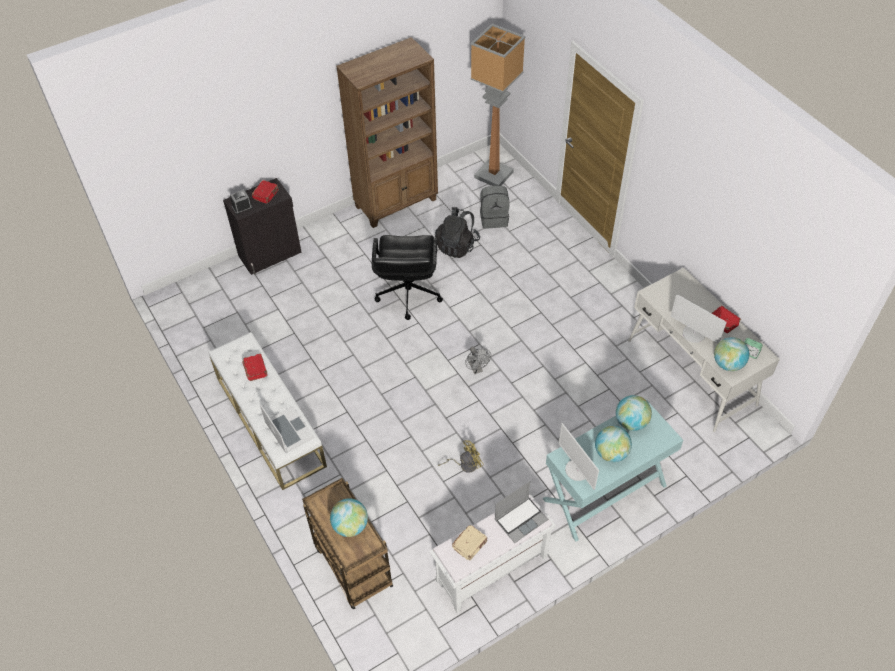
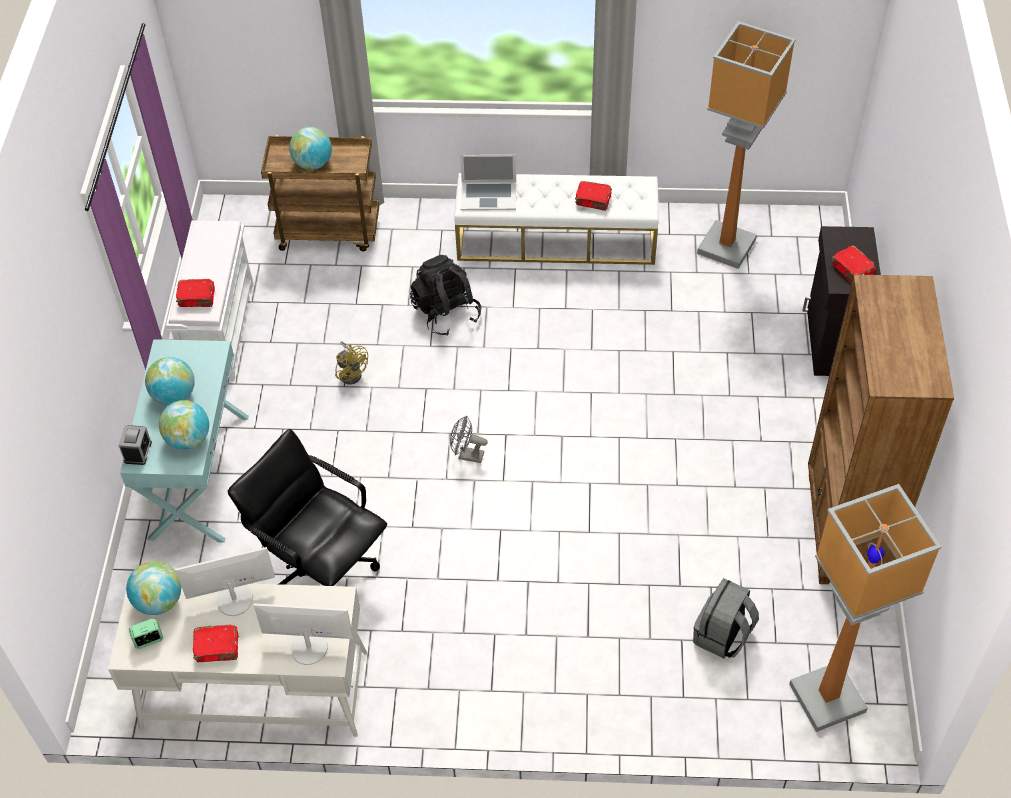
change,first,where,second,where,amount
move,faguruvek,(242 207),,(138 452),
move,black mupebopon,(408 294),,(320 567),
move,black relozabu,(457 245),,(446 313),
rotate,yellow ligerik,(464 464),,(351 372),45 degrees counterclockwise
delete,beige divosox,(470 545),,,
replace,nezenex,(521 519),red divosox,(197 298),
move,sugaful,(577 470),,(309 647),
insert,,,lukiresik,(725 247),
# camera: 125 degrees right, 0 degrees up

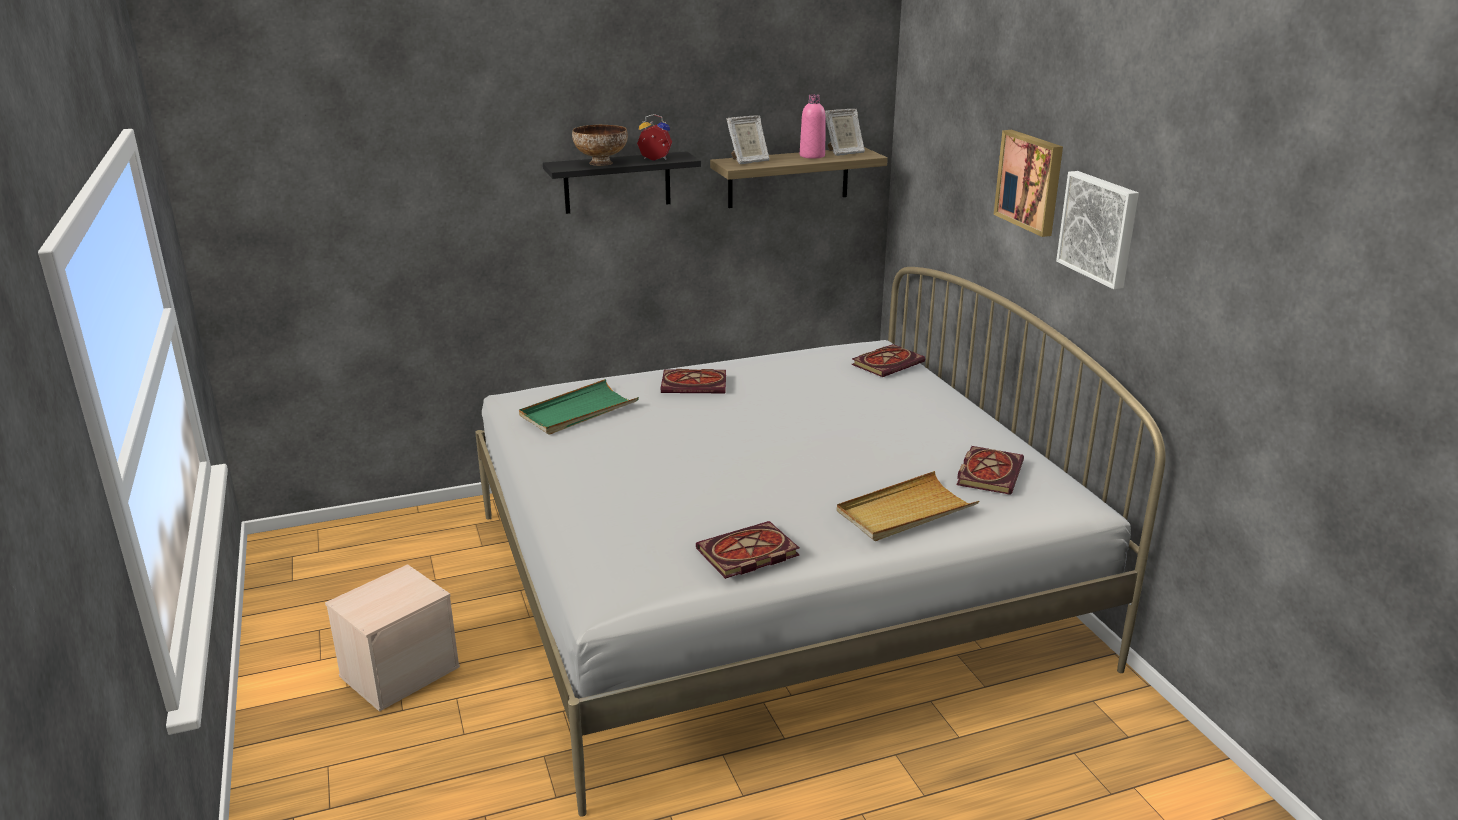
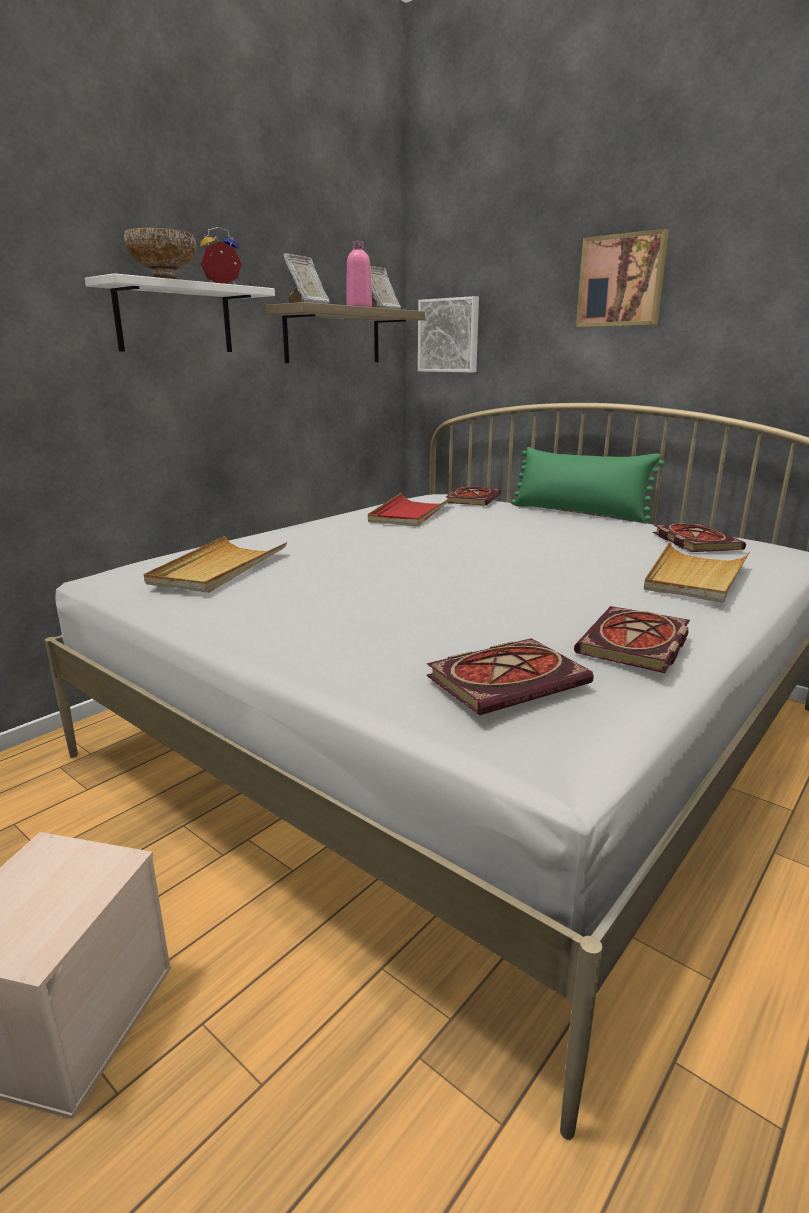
change,first,where,second,where,amount
recolor,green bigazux,(578 411),beige bigazux,(218 569),
recolor,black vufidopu,(617 182),white vufidopu,(175 318),
move,divosox,(696 384),,(509 679),
move,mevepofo,(1100 228),,(449 335),
insert,,,red bigazux,(410 514),
insert,,,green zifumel,(579 512),
# camera: 30 degrees left, 5 degrees down

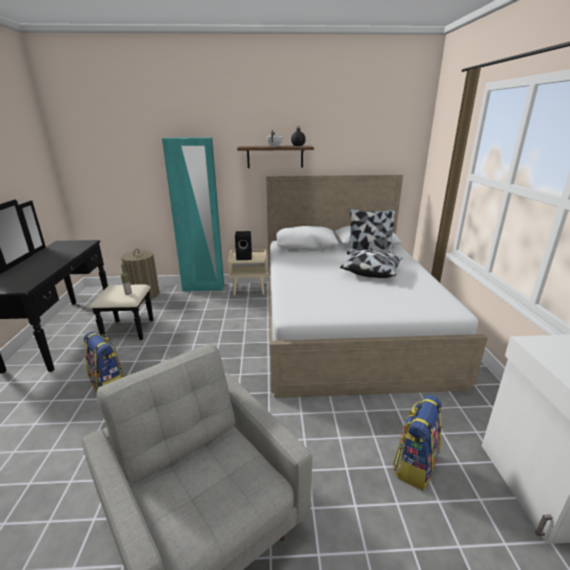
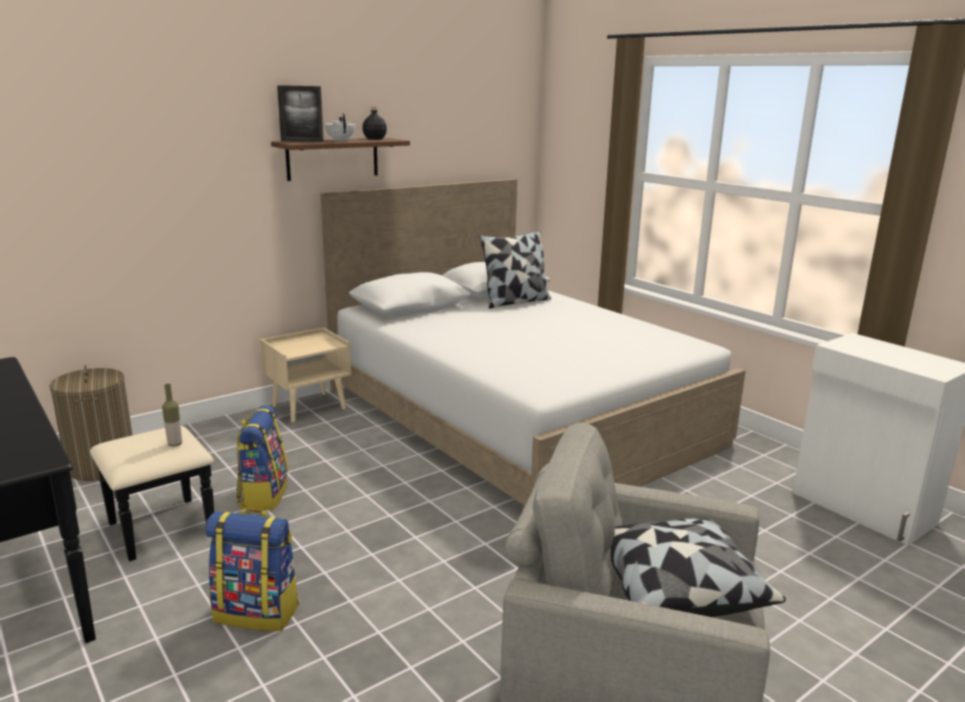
change,first,where,second,where,amount
delete,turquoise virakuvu,(203 287),,,
delete,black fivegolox,(245 257),,,
move,zifumel,(371 271),,(675 587),
move,relozabu,(414 465),,(263 495),
insert,,,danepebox,(302 141),
# camera: 35 degrees left, 5 degrees down

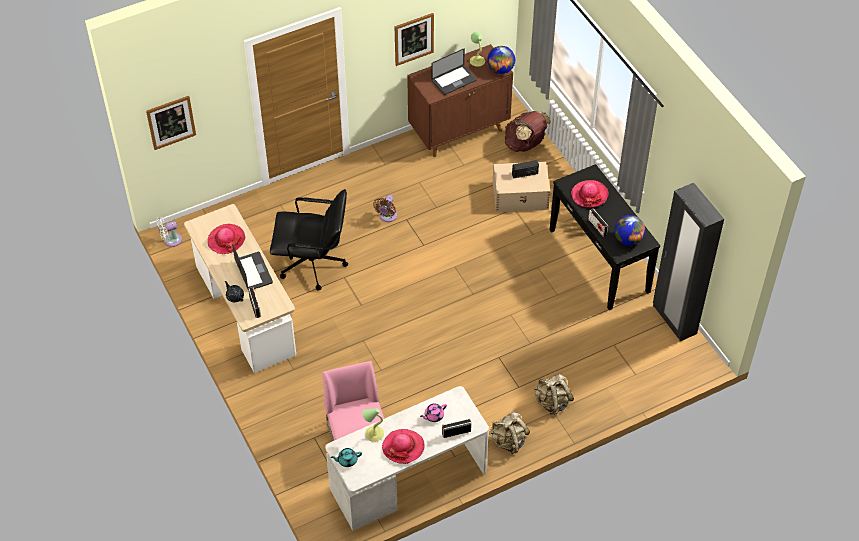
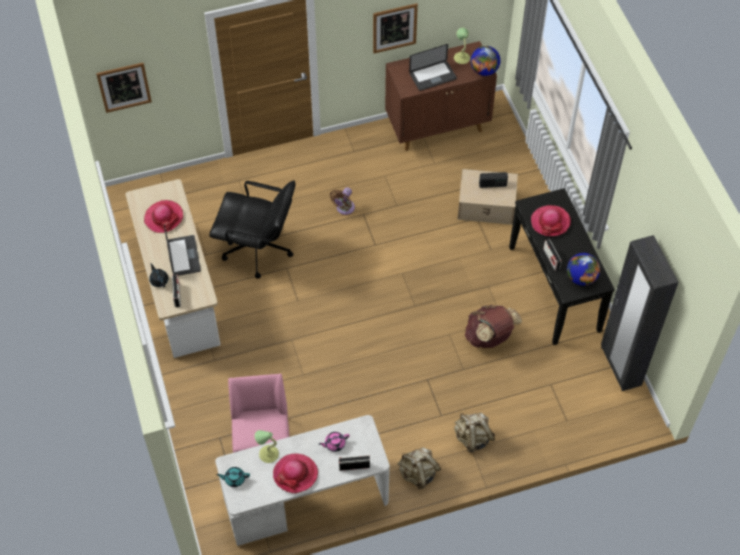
change,first,where,second,where,amount
delete,white ligerik,(170 240),,,
move,brown relozabu,(525 145),,(489 337),
# camera: 10 degrees right, 5 degrees up

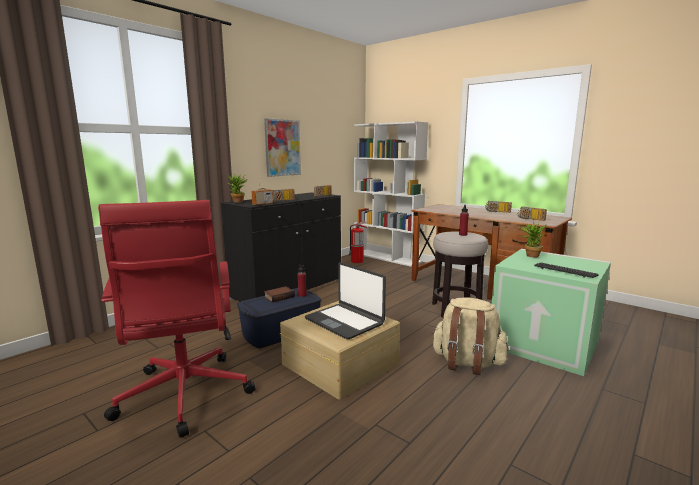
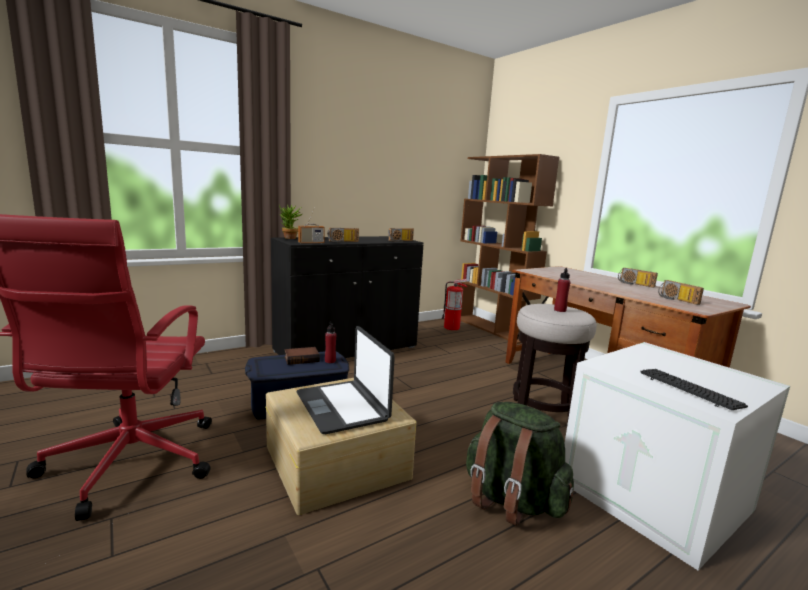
change,first,where,second,where,amount
delete,mevepofo,(282 148),,,
recolor,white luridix,(387 257),brown luridix,(492 328),
recolor,beige relozabu,(467 363),green relozabu,(511 500),
recolor,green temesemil,(545 343),white temesemil,(657 495),
delete,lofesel,(529 255),,,
# camera: 15 degrees right, 0 degrees up

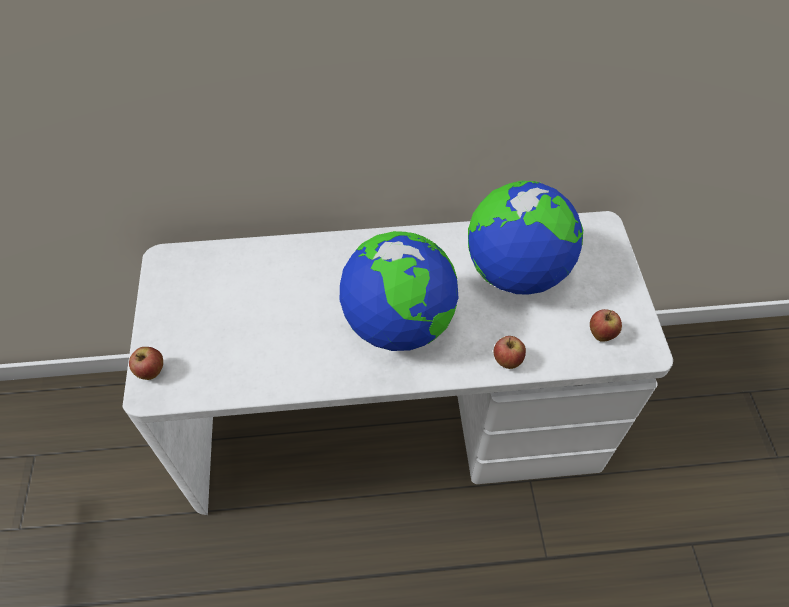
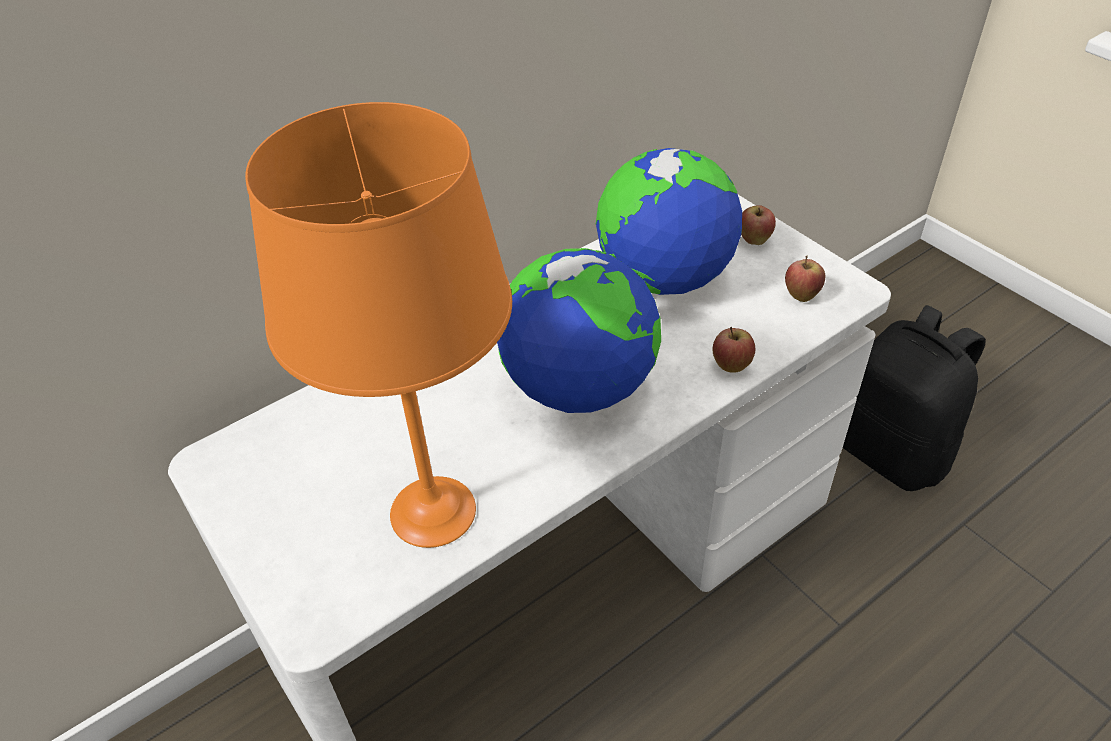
change,first,where,second,where,amount
move,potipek,(151 372),,(754 241),
insert,,,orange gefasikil,(431 512),
insert,,,black relozabu,(892 452),
# camera: 30 degrees left, 10 degrees down

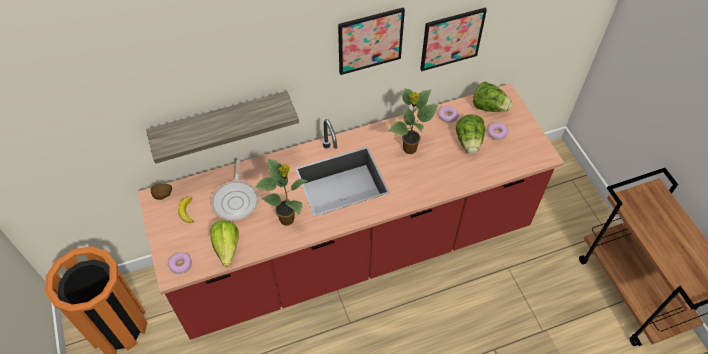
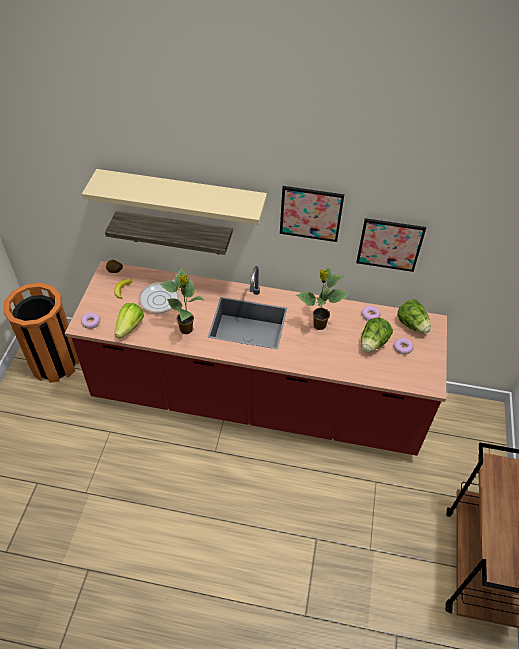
change,first,where,second,where,amount
insert,,,beige vufidopu,(181 196),
# camera: 30 degrees right, 5 degrees down

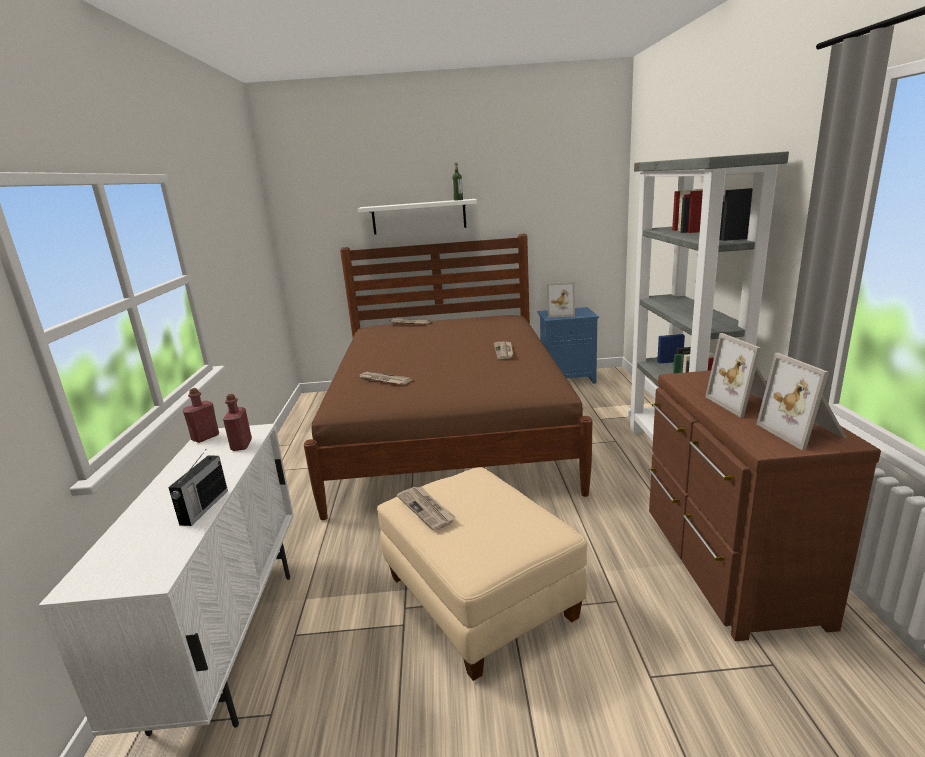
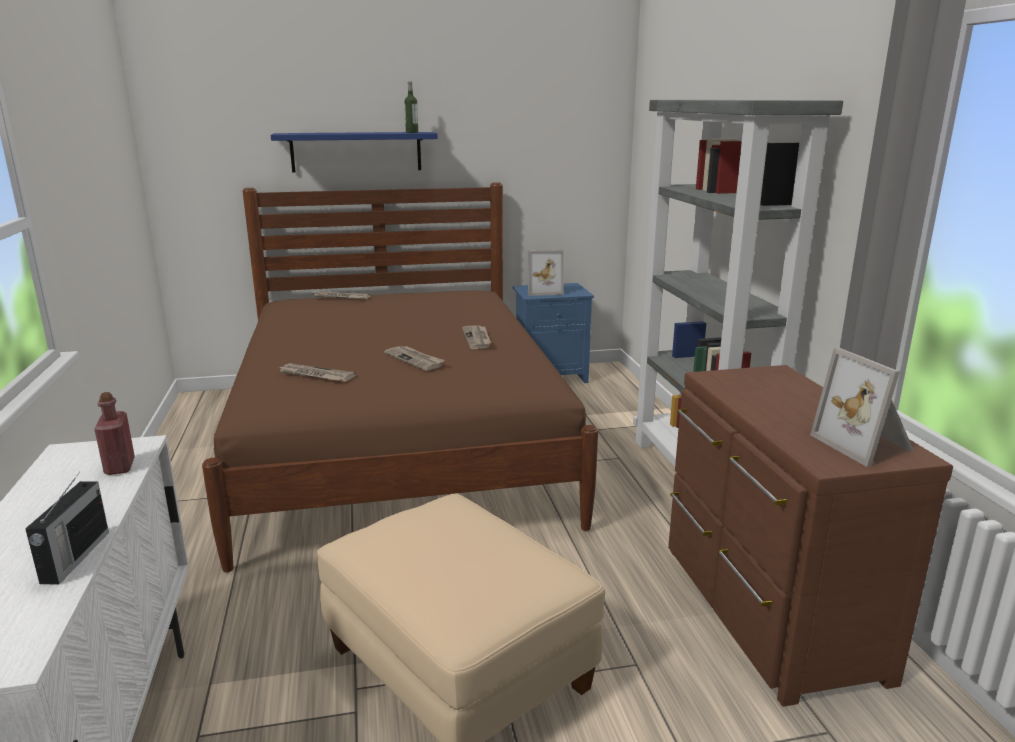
change,first,where,second,where,amount
delete,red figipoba,(205 437),,,
recolor,white vufidopu,(419 217),blue vufidopu,(356 152),
move,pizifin,(427 509),,(415 360),
delete,danepebox,(745 403),,,
# camera: 10 degrees left, 0 degrees up

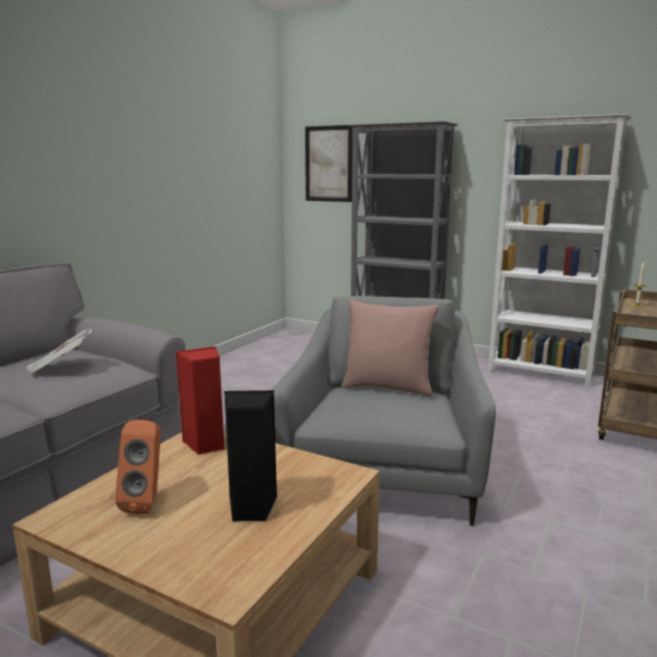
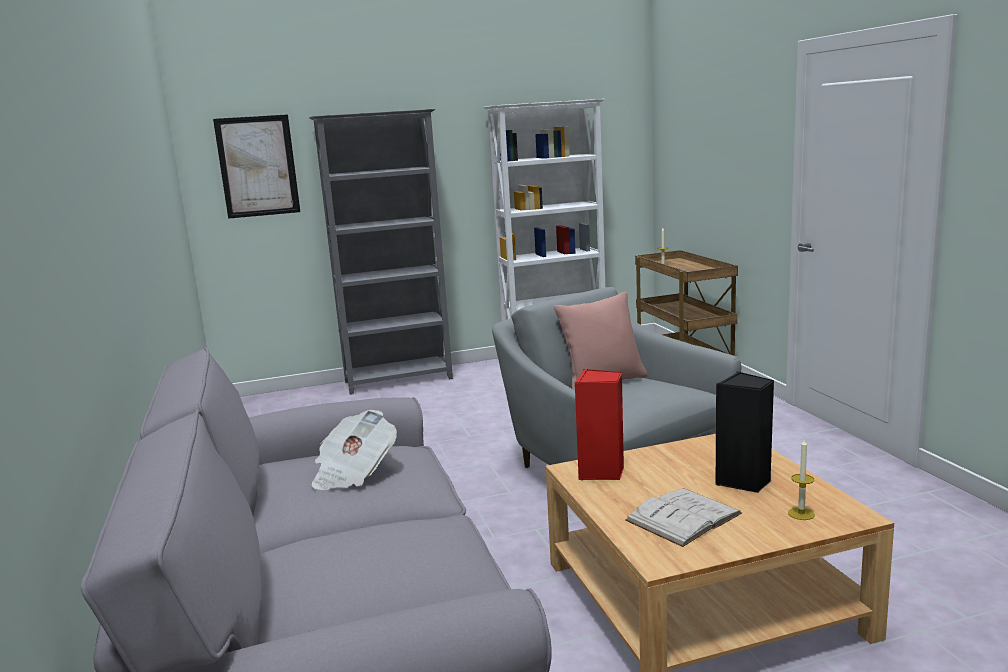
change,first,where,second,where,amount
replace,orange fivegolox,(147 502),white divosox,(683 517),
insert,,,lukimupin,(801 514),
# camera: 45 degrees left, 0 degrees up

